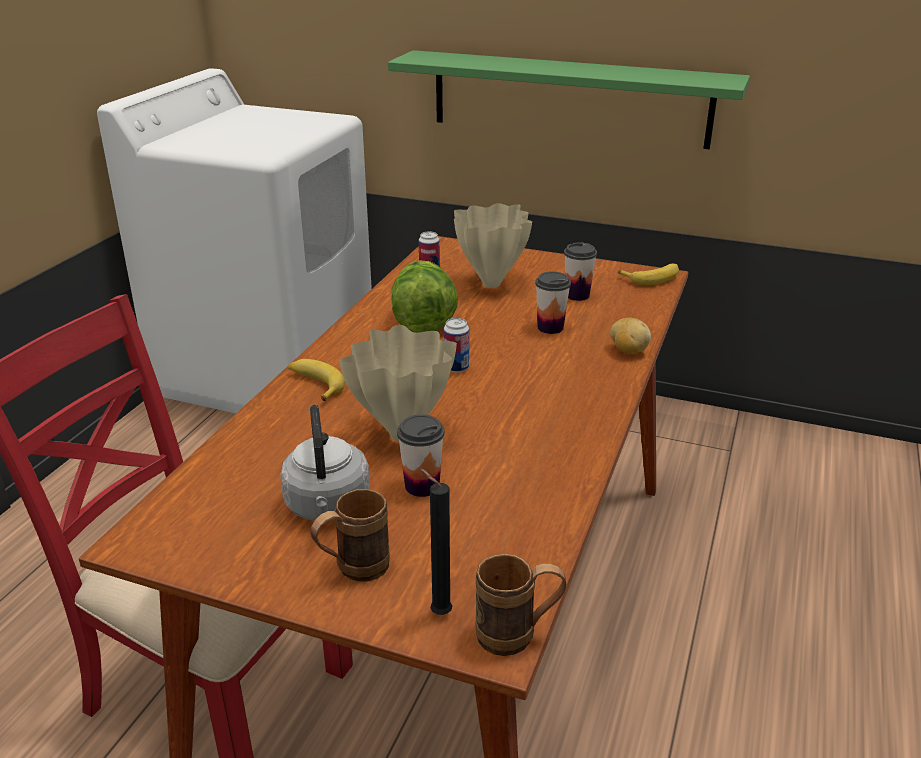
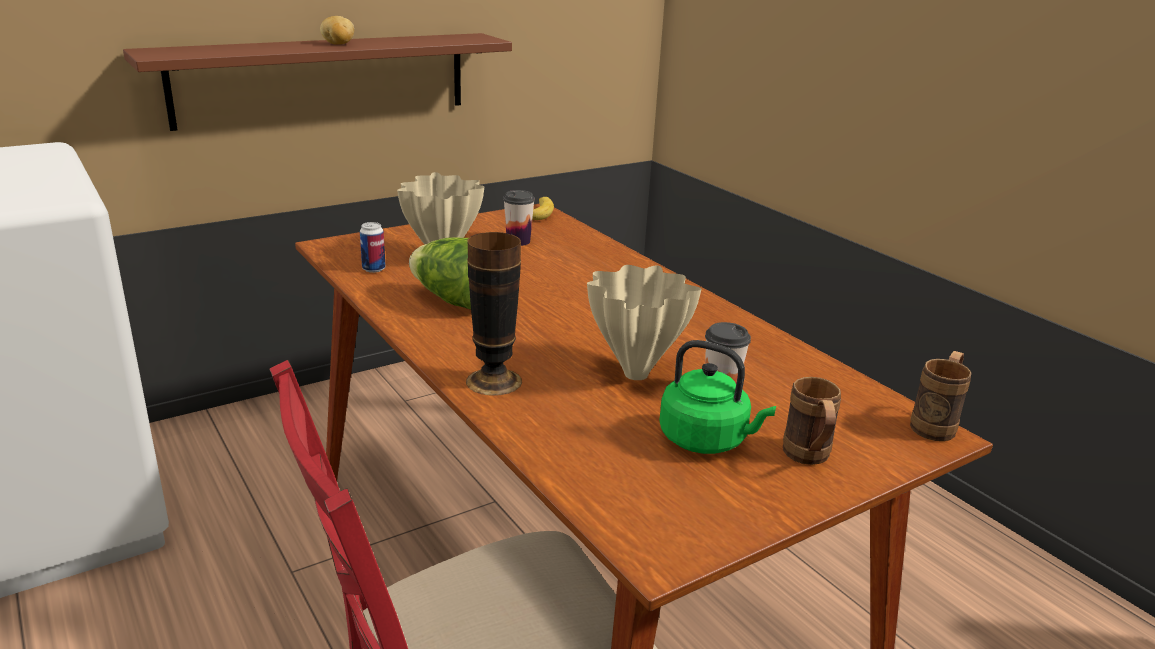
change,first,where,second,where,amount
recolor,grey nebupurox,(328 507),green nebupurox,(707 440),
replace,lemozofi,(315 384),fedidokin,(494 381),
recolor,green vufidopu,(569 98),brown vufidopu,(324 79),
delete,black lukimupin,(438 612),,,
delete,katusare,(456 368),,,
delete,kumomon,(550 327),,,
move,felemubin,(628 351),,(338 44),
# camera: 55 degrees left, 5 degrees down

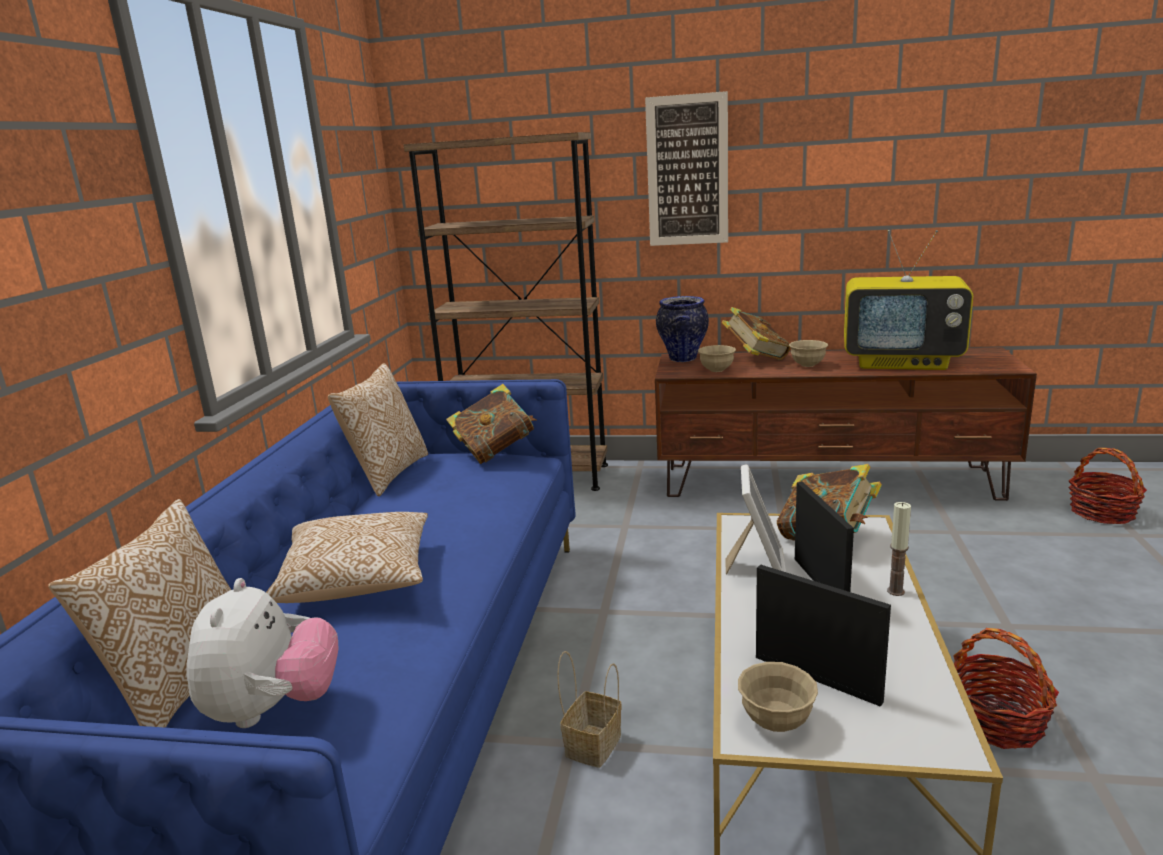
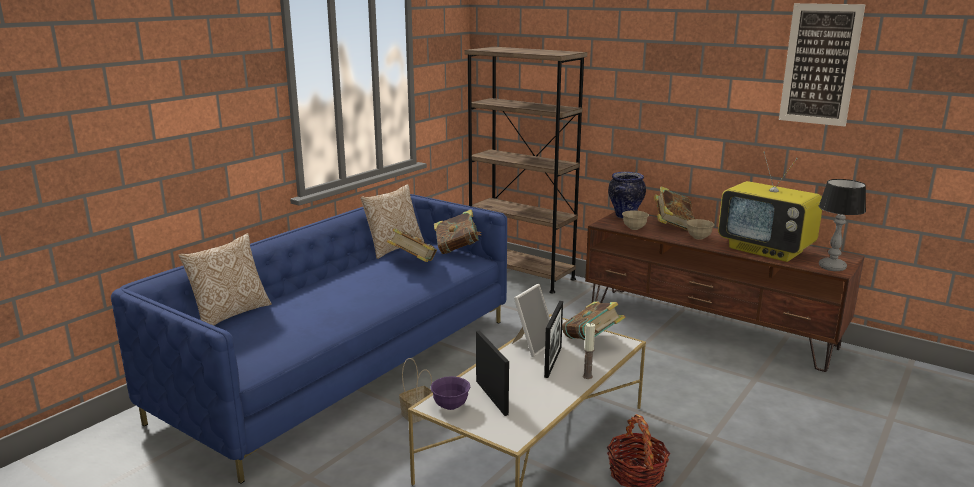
change,first,where,second,where,amount
delete,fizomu,(273 709),,,
delete,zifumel,(357 580),,,
move,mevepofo,(687 171),,(820 64),
recolor,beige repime,(776 722),purple repime,(450 406),
delete,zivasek,(1102 512),,,
insert,,,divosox,(413 264),
insert,,,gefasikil,(832 267),
# camera: 25 degrees right, 0 degrees up

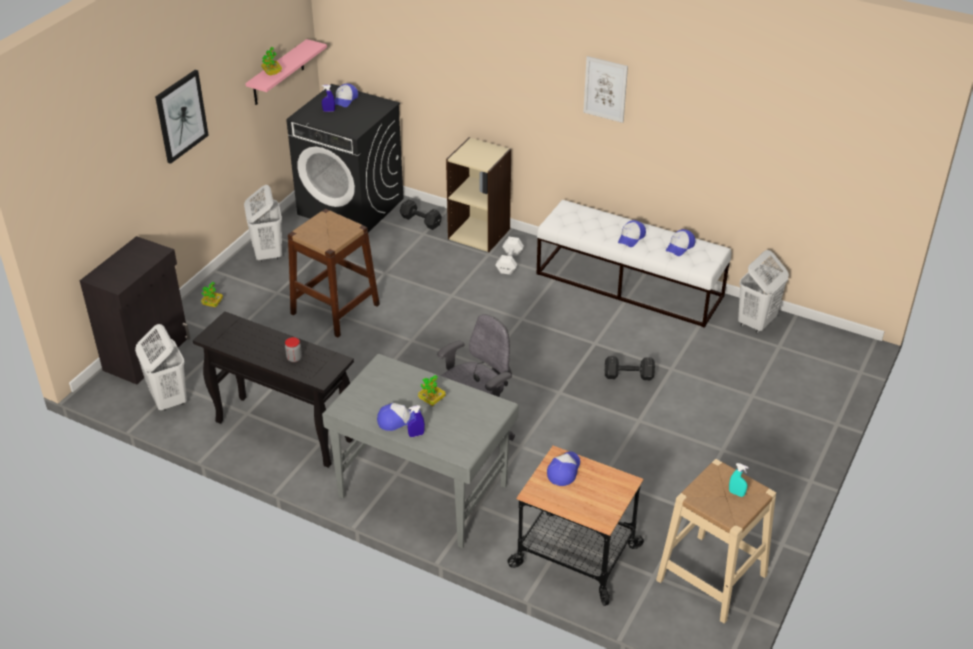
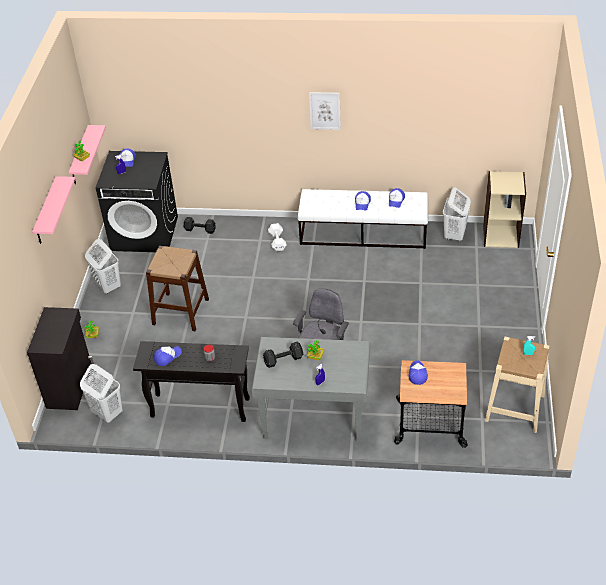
change,first,where,second,where,amount
replace,mevepofo,(181 116),pink vufidopu,(46 212),
move,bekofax,(398 420),,(167 356),
move,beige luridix,(479 233),,(500 236),
move,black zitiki,(630 376),,(284 359),
# camera: 20 degrees left, 5 degrees up

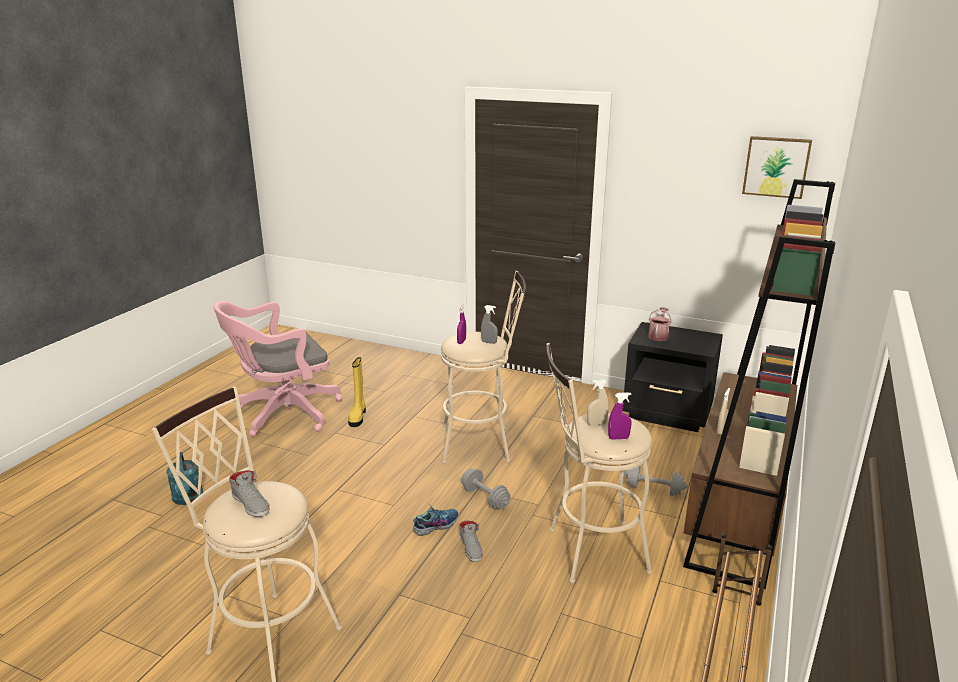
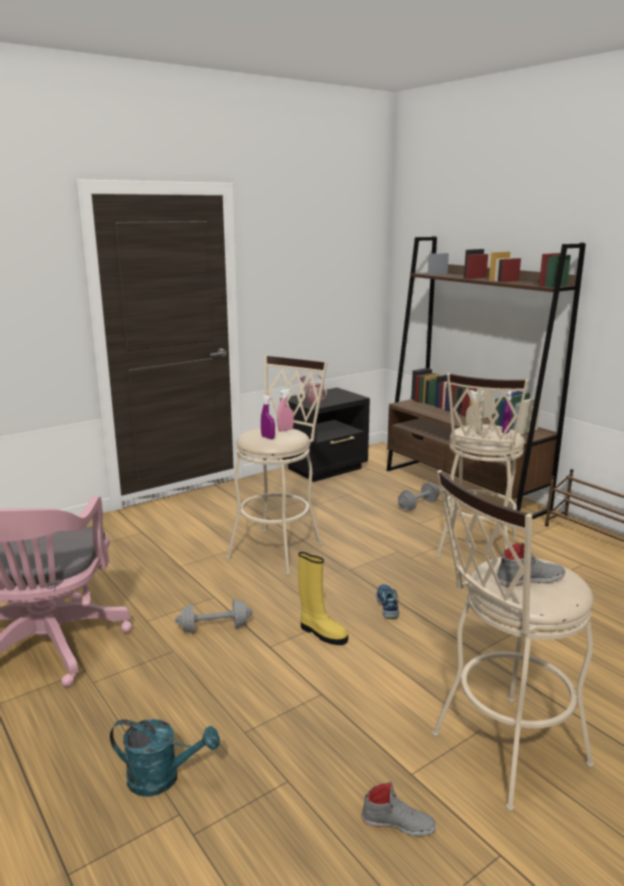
change,first,where,second,where,amount
move,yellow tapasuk,(358 416),,(321 633),
move,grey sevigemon,(471 548),,(398 822),
move,grey zitiki,(485 498),,(214 628),
recolor,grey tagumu,(489 342),pink tagumu,(285 430),
delete,mevepofo,(776 166),,,
# camera: 60 degrees left, 5 degrees down

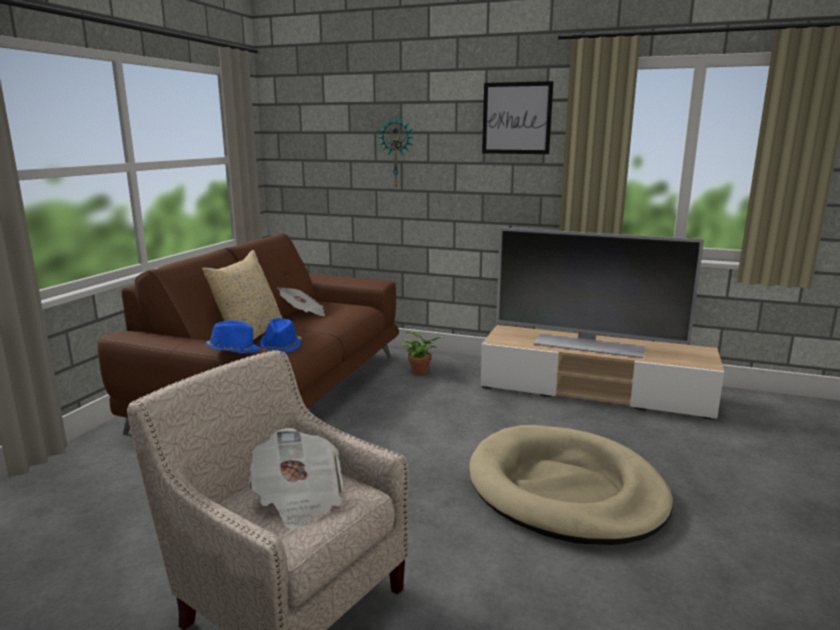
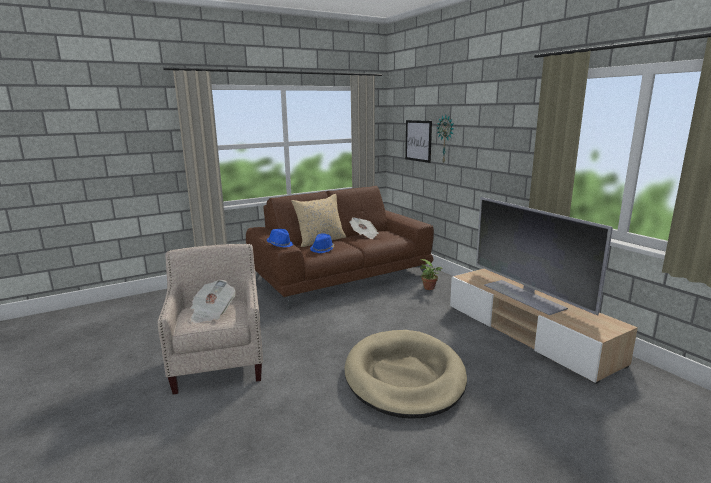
change,first,where,second,where,amount
move,mevepofo,(516 118),,(418 140),
# camera: 40 degrees right, 0 degrees up

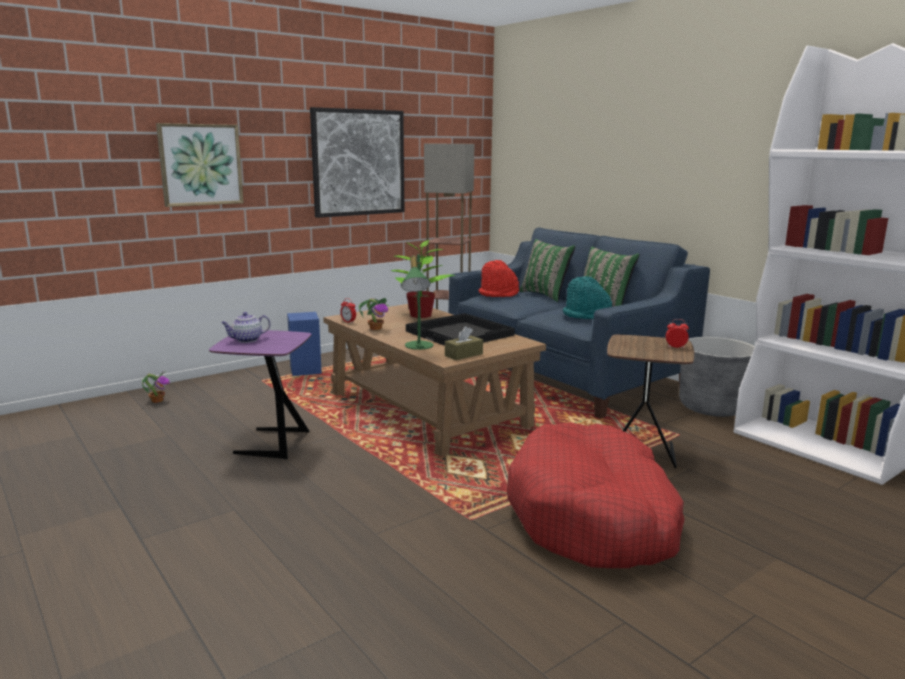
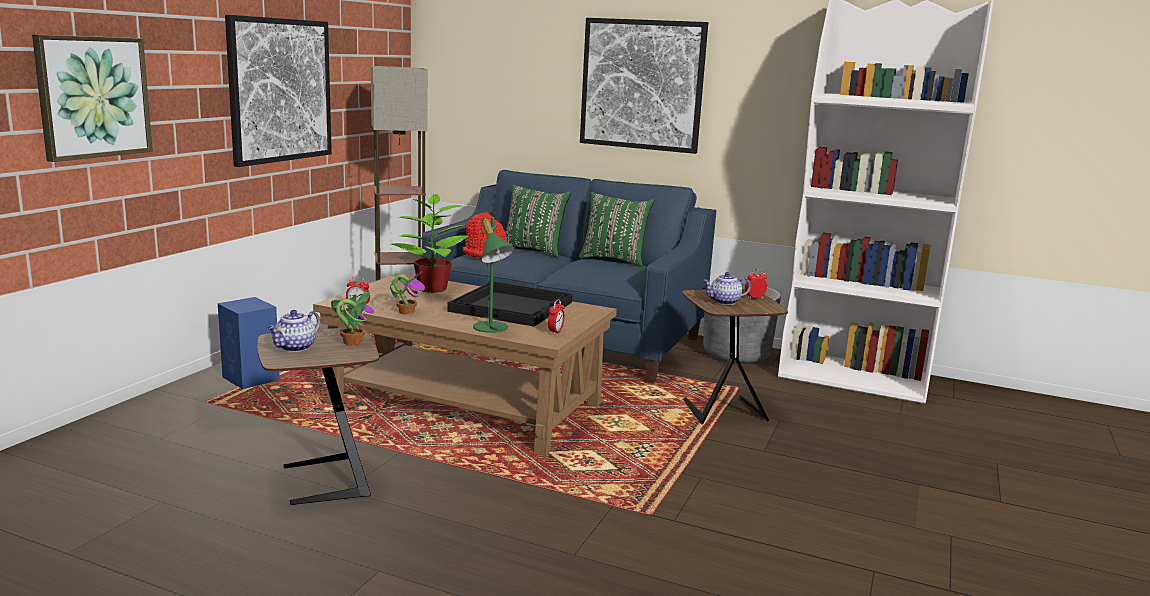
change,first,where,second,where,amount
move,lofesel,(157 400),,(352 342),
recolor,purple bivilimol,(269 443),brown bivilimol,(322 482),
replace,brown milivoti,(463 355),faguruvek,(555 332),
delete,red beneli,(593 517),,,
delete,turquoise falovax,(587 315),,,
insert,,,mevepofo,(642 85),
insert,,,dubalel,(724 302),
# camera: 30 degrees left, 0 degrees up

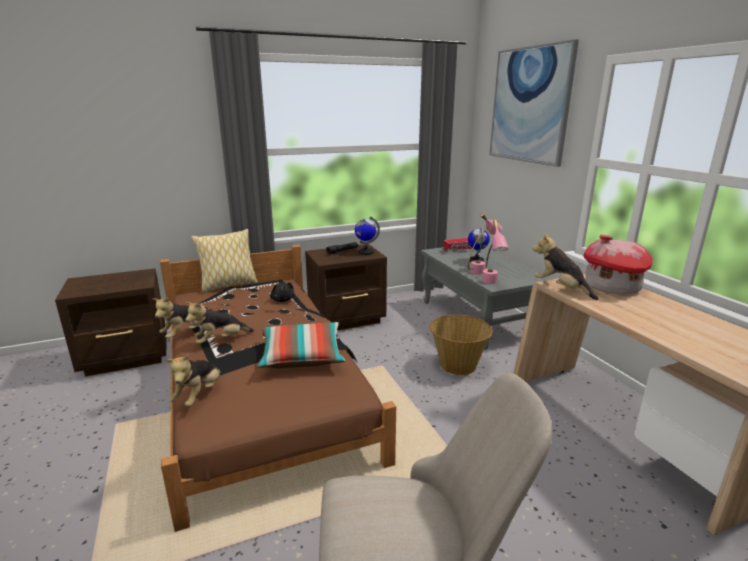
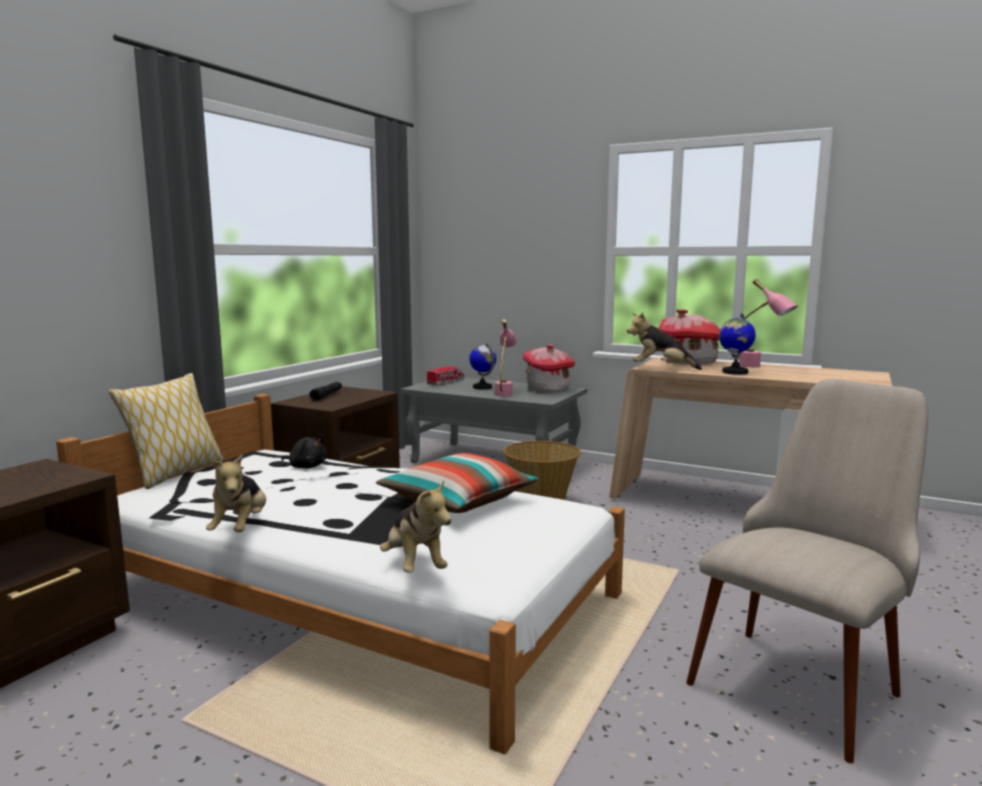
change,first,where,second,where,amount
recolor,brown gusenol,(260 387),white gusenol,(349 595),
delete,fizomu,(220 340),,,
move,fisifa,(365 252),,(734 372),
move,pink gefasikil,(491 284),,(758 367),
delete,mevepofo,(529 105),,,
insert,,,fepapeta,(547 389),
# camera: 40 degrees left, 10 degrees down

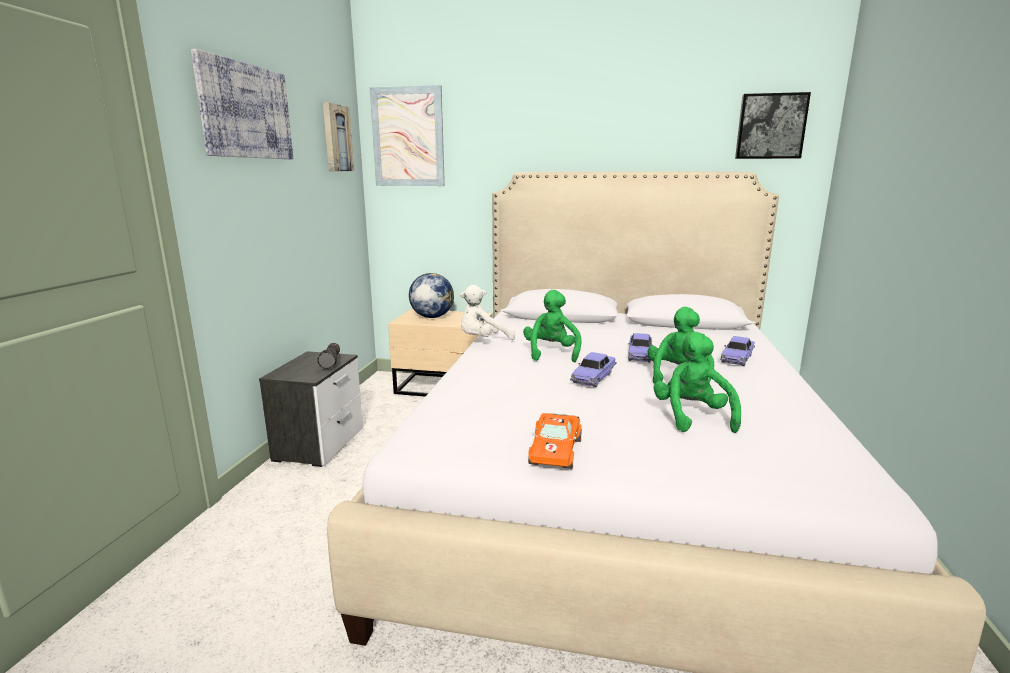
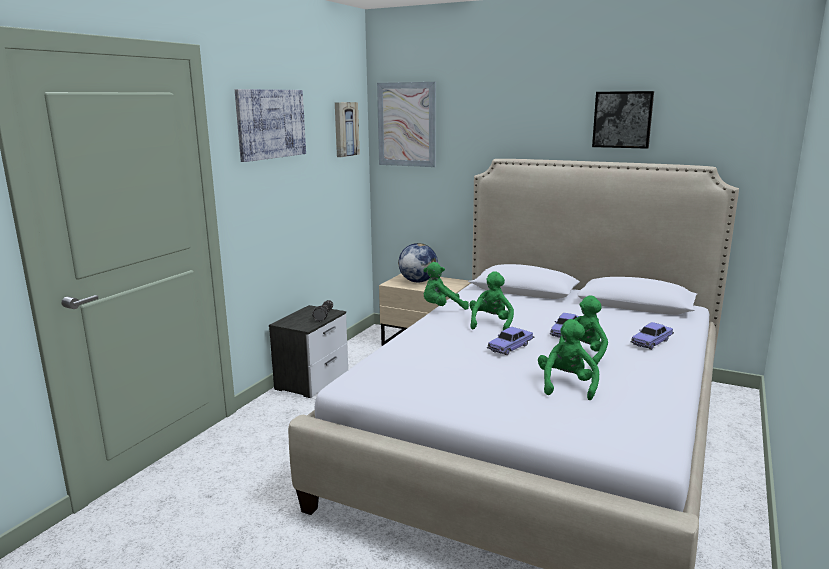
change,first,where,second,where,amount
recolor,white fizomu,(483 340),green fizomu,(442 308),
delete,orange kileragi,(555 450),,,
move,mevepofo,(770 126),,(622 119),
# camera: 15 degrees right, 0 degrees up

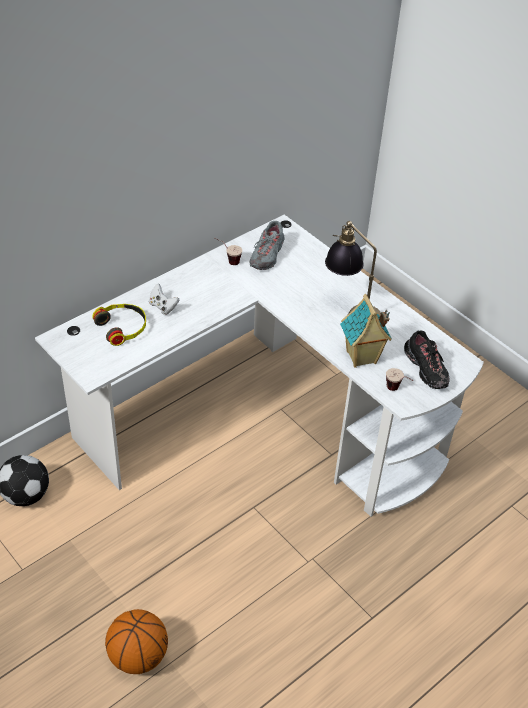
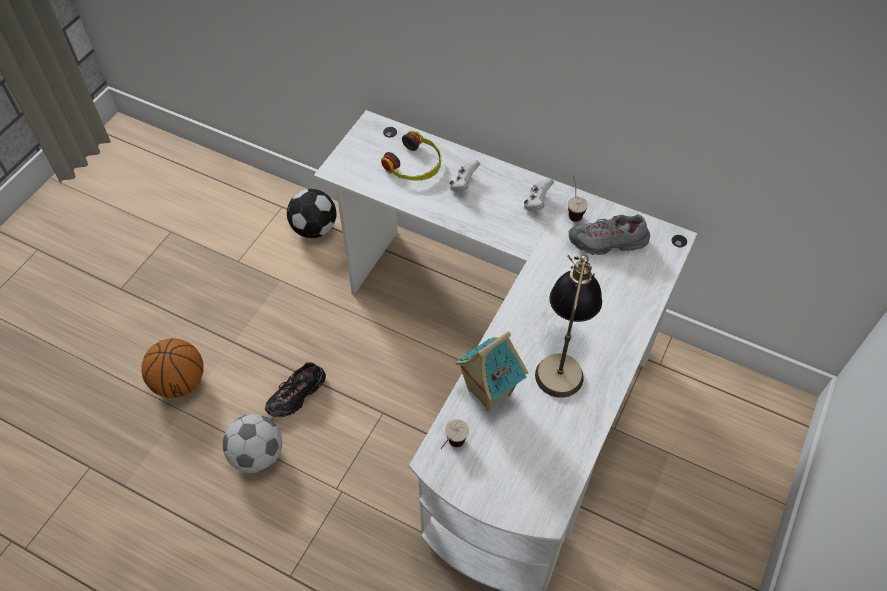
change,first,where,second,where,amount
move,black sevigemon,(426 369),,(297 395),
insert,,,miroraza,(257 455),
insert,,,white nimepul,(537 203),
# camera: 70 degrees right, 10 degrees up

